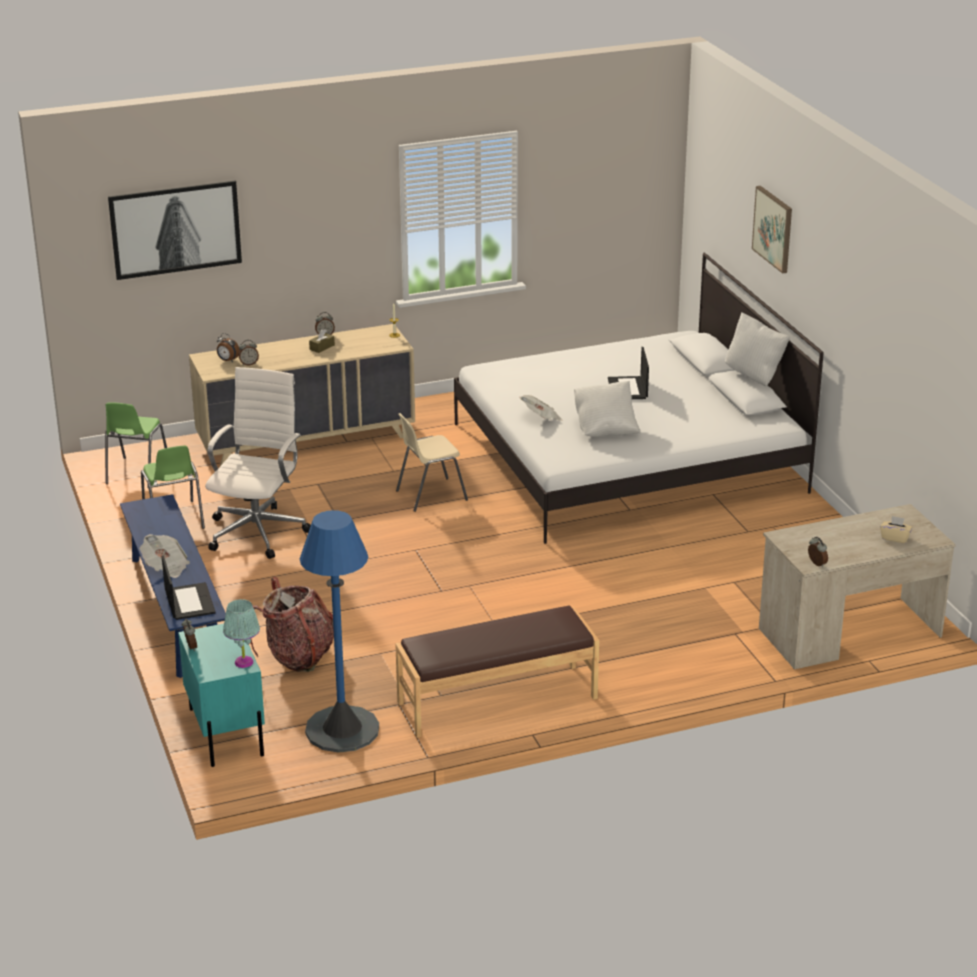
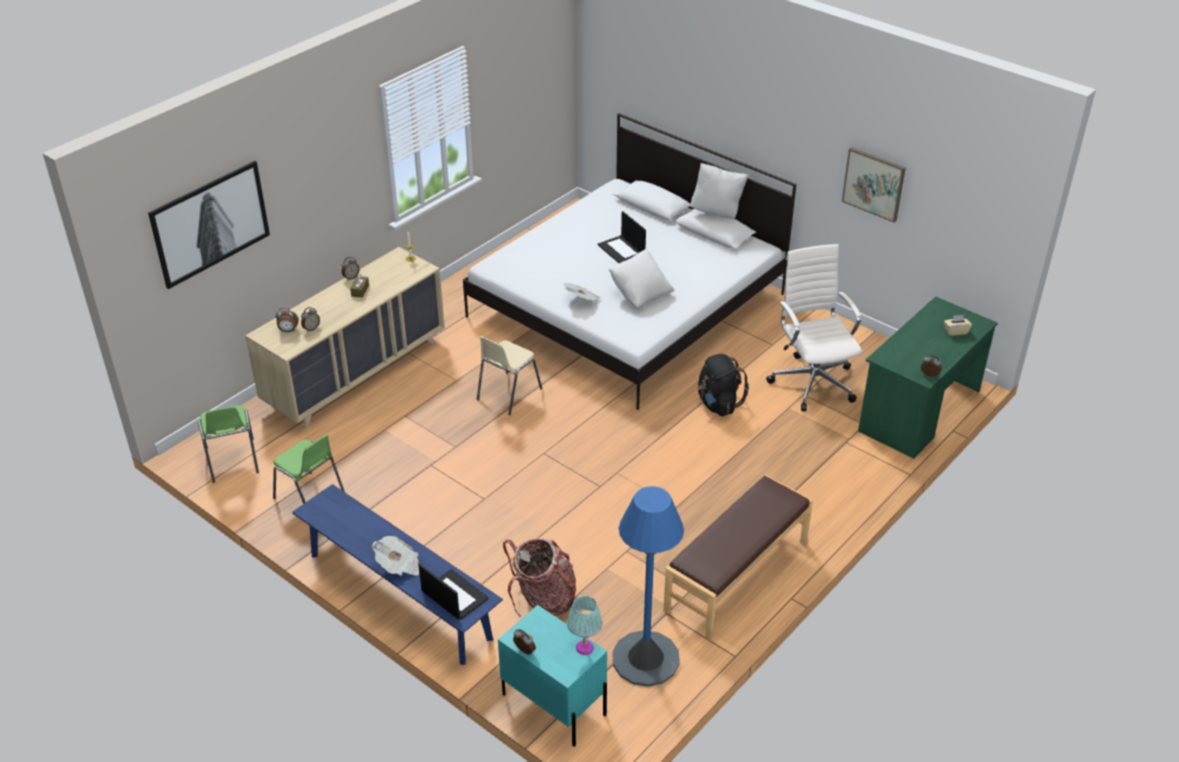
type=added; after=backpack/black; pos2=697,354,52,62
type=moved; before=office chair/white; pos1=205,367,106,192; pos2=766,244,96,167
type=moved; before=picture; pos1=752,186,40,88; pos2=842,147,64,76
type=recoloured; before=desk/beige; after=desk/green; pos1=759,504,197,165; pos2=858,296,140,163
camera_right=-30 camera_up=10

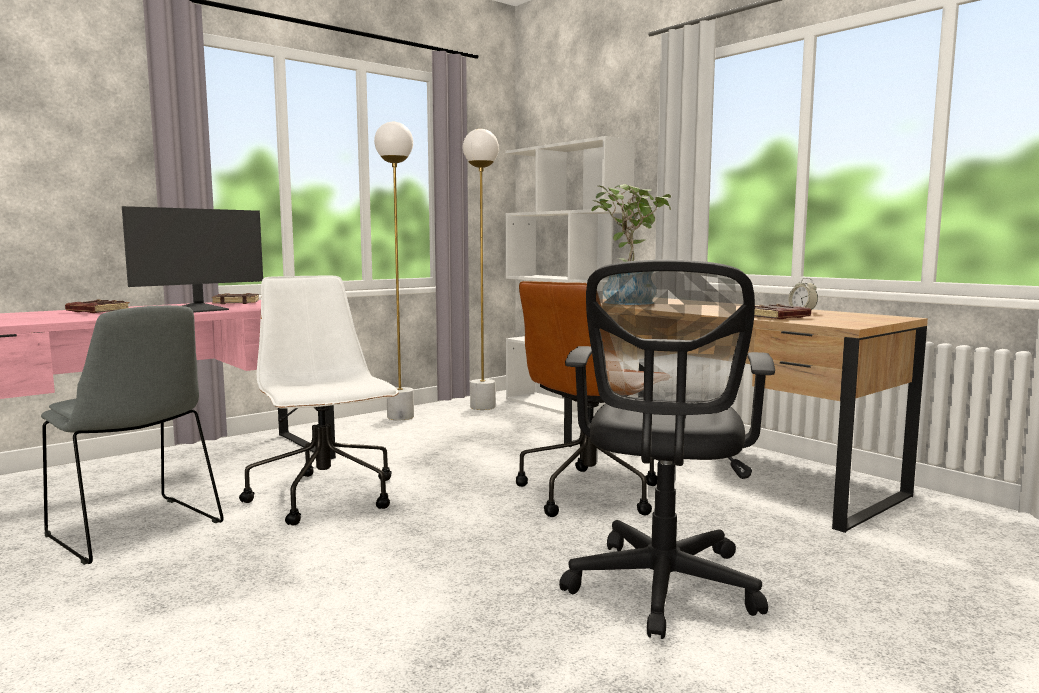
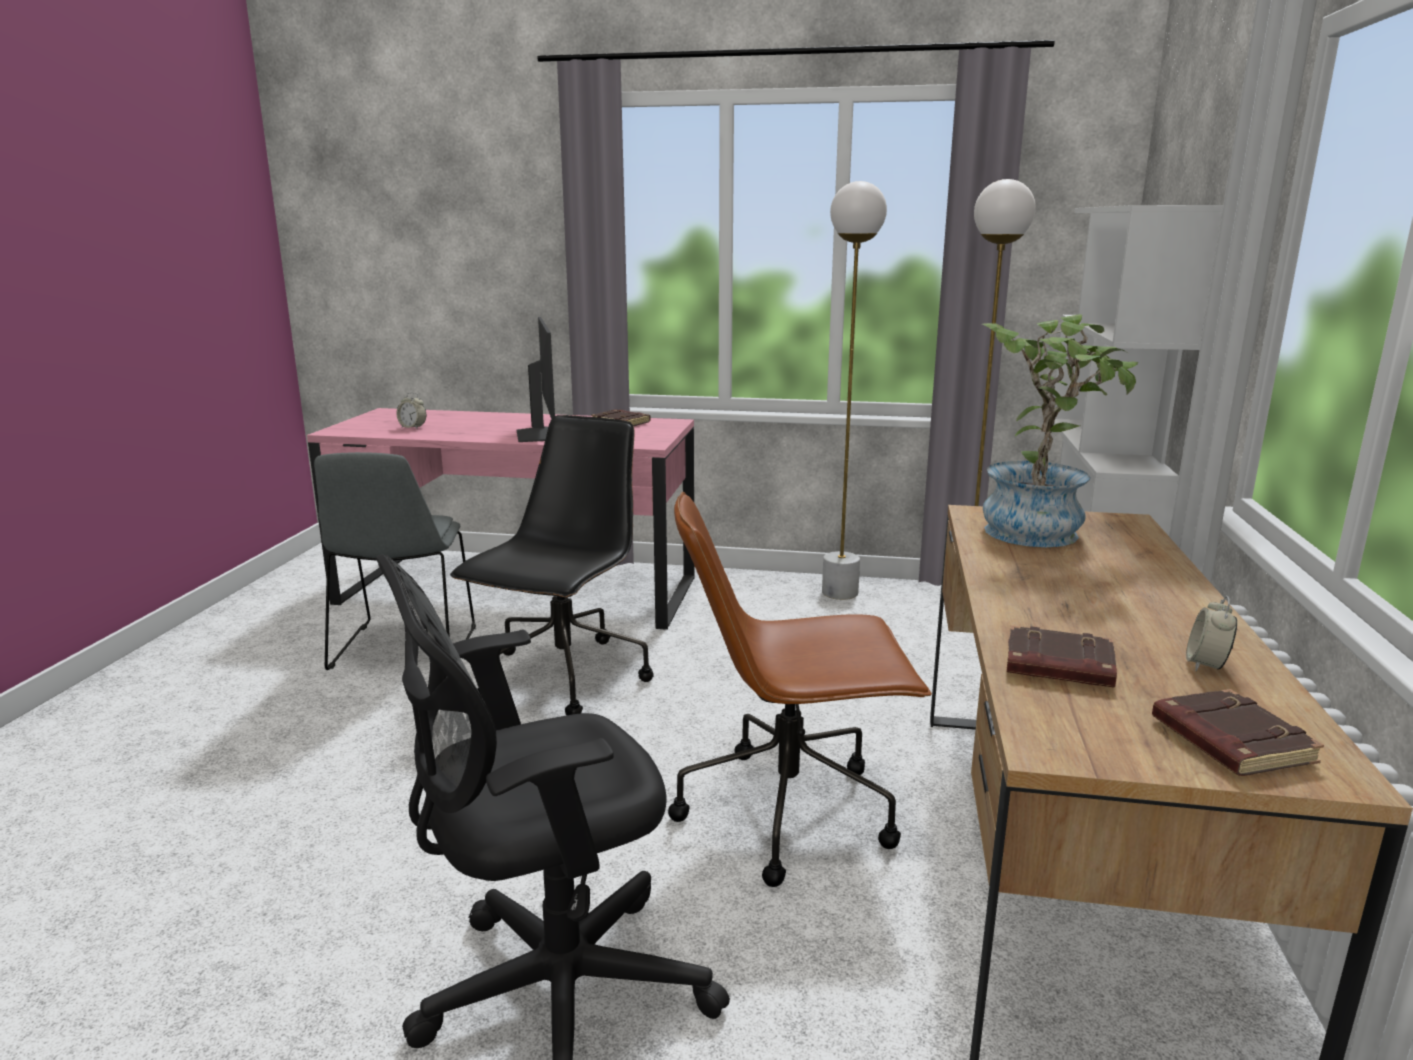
type=added; after=alarm clock; pos2=396,392,30,36
type=moved; before=book/brown; pos1=65,299,64,14; pos2=1152,689,172,87
type=recoloured; before=office chair/white; after=office chair/black; pos1=239,276,160,249; pos2=450,415,204,300
type=turned; before=monitor; pos1=122,206,141,107; pos2=517,317,38,125; turn=-105
camera_right=50 camera_up=10

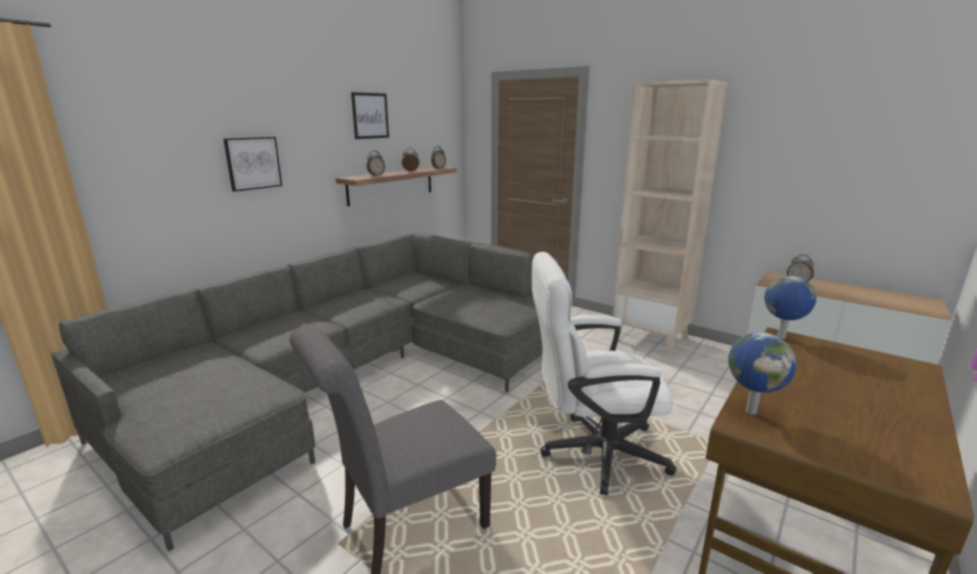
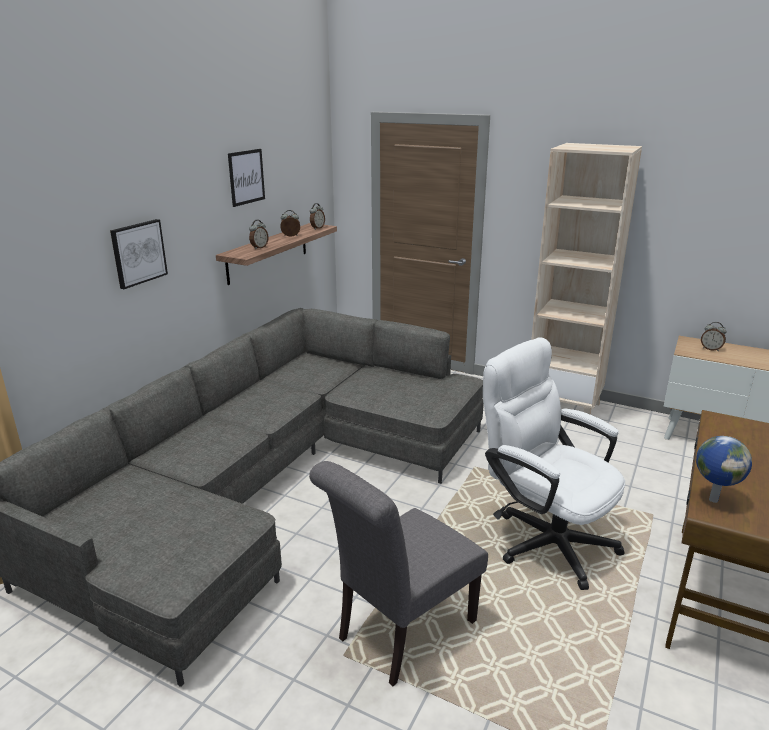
type=removed; before=globe; pos1=764,276,52,63
type=turned; before=office chair/white; pos1=532,252,145,243; pos2=483,337,142,253; turn=60
camera_right=-10 camera_up=5

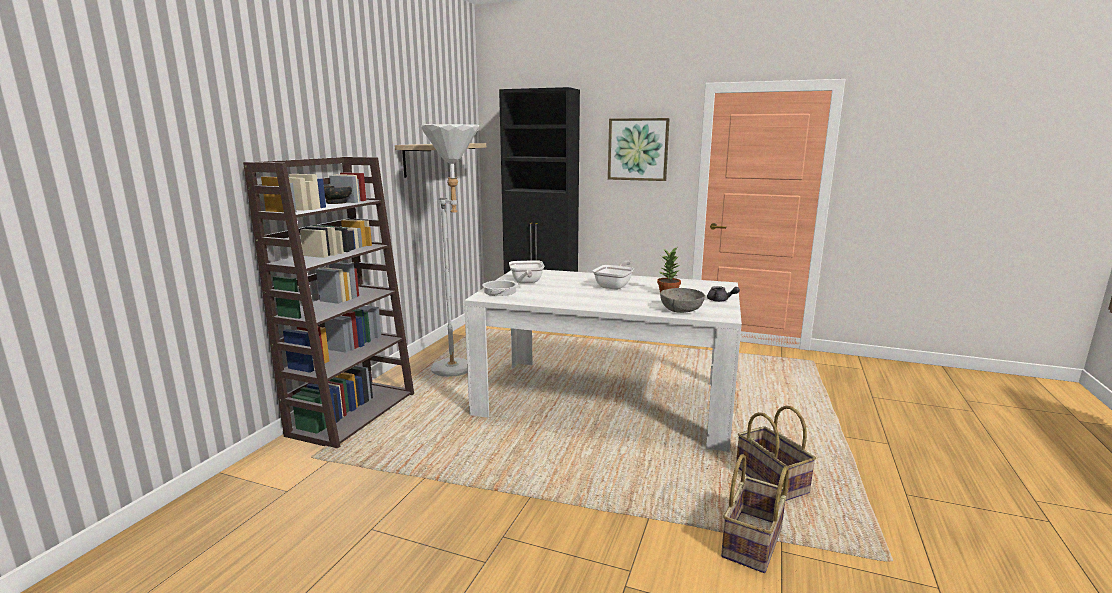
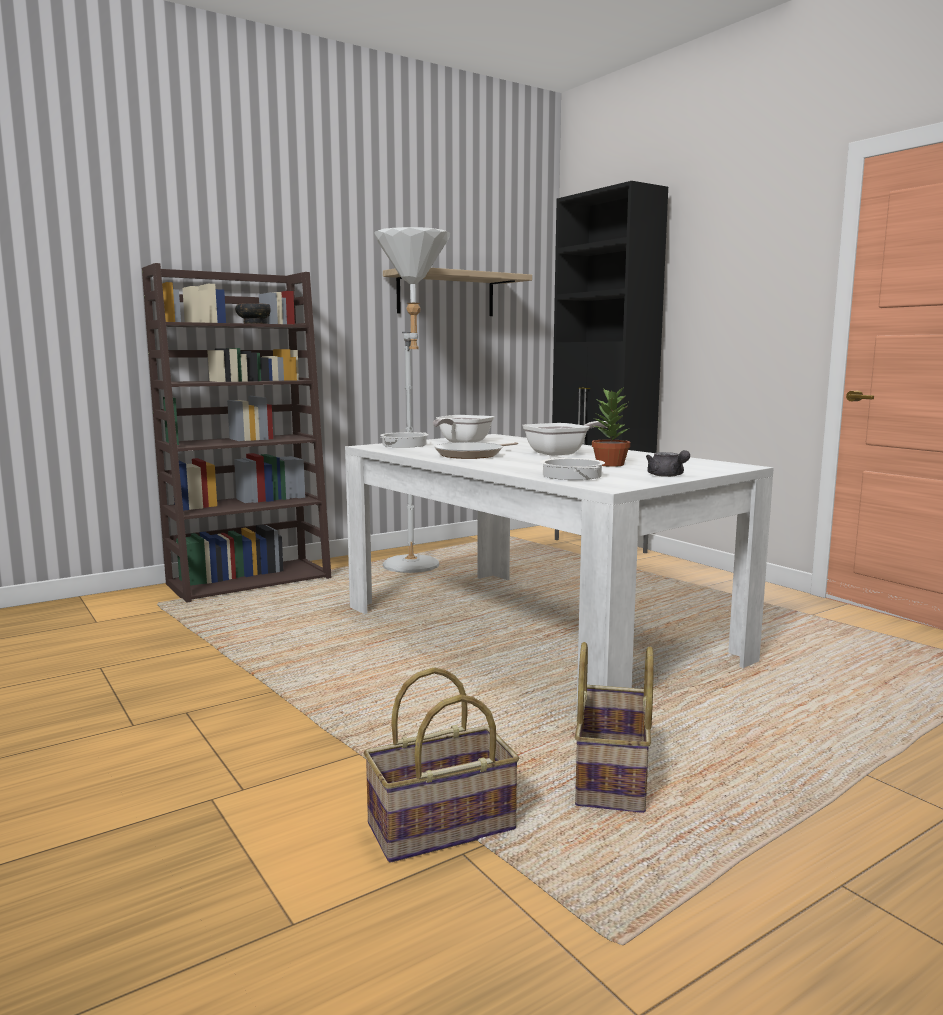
type=removed; before=picture; pos1=608,118,62,63
type=added; after=frying pan; pos2=434,442,84,17
type=replaced; before=bowl/grey; after=cooking pot; pos1=660,288,45,25; pos2=540,457,65,23
camera_right=35 camera_up=-5

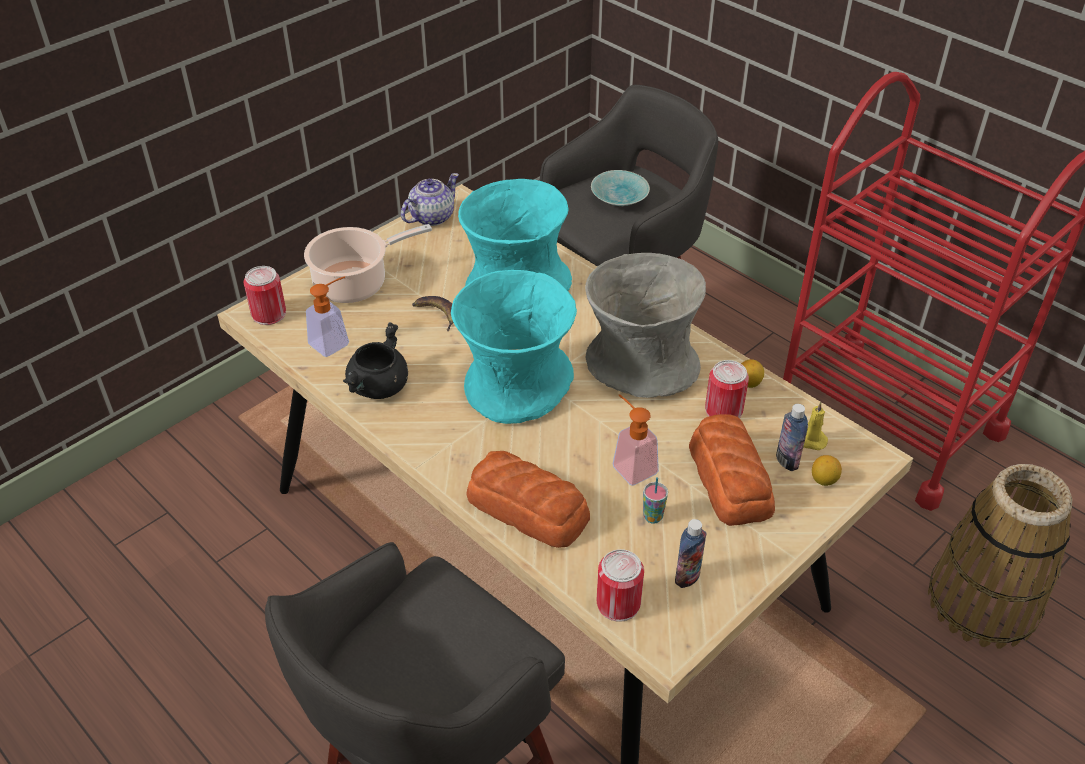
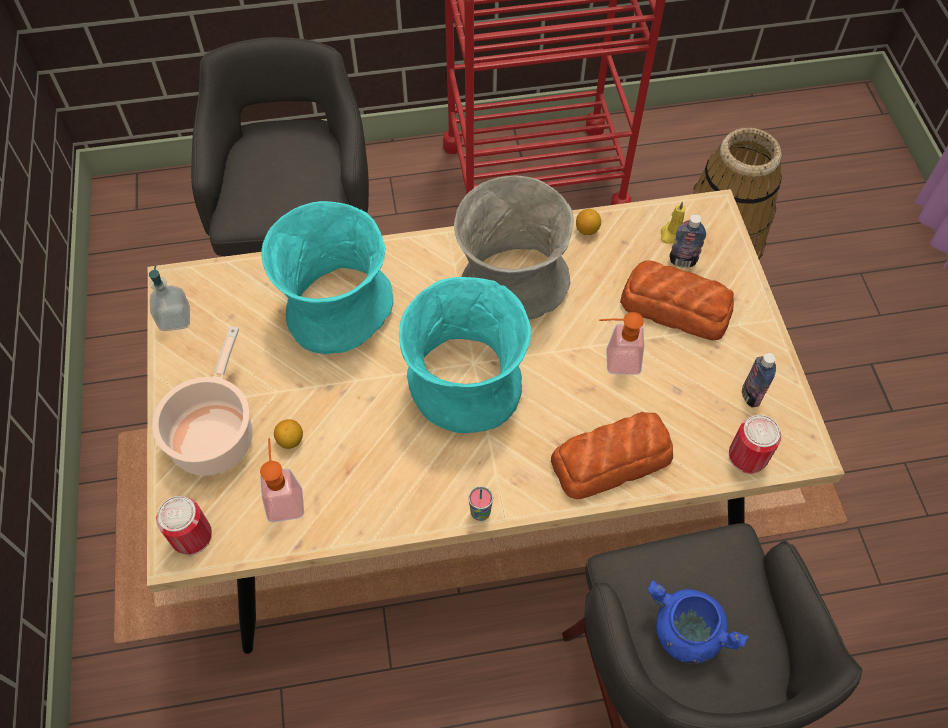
type=removed; before=cooking pot/black; pos1=343,322,65,77
type=removed; before=banana; pos1=412,296,42,35
type=removed; before=bowl/turquoise; pos1=591,170,59,37
type=removed; before=can; pos1=705,360,44,58
type=added; after=cooking pot/blue; pos2=647,580,102,84
type=moved; before=cup; pos1=643,477,25,47; pos2=468,486,25,35
type=moved; before=lemon; pos1=812,455,30,31; pos2=274,419,29,30
type=replaced; before=teapot; after=soap dispenser; pos1=401,173,58,53; pos2=149,266,41,65
camera_right=-55 camera_up=15

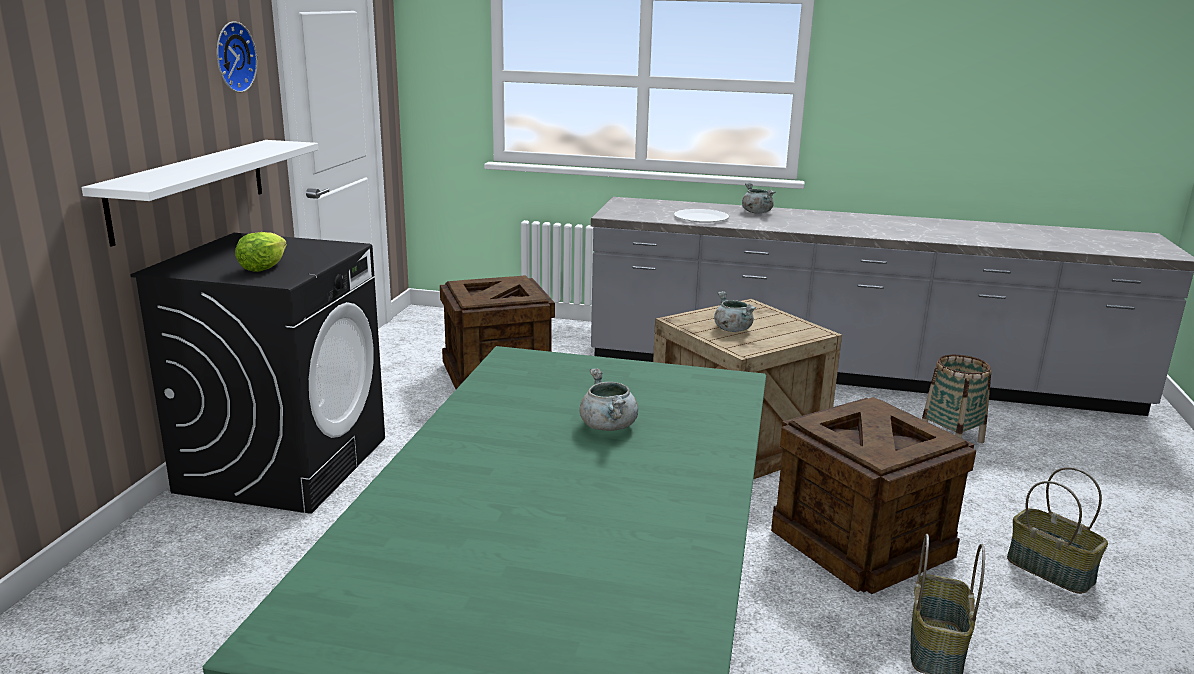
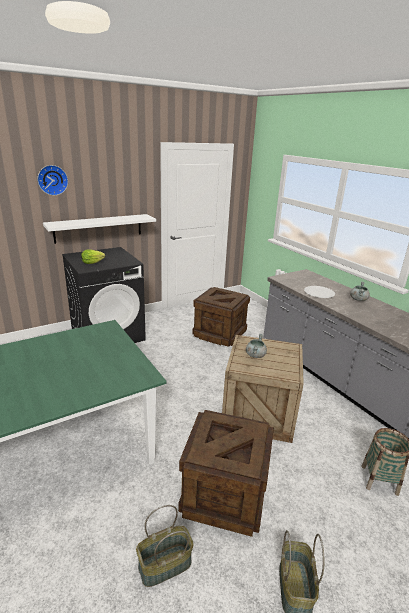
type=removed; before=cooking pot/grey; pos1=580,368,58,63
type=moved; before=wall clock; pos1=216,21,42,72; pos2=37,165,31,31
camera_right=45 camera_up=5

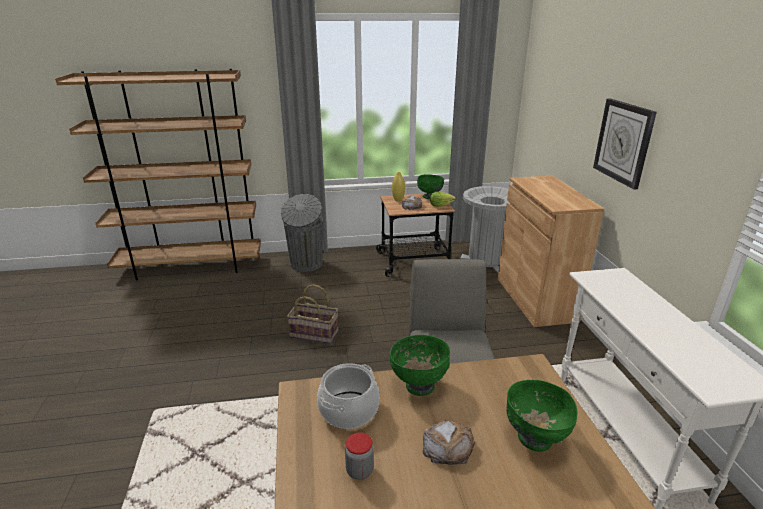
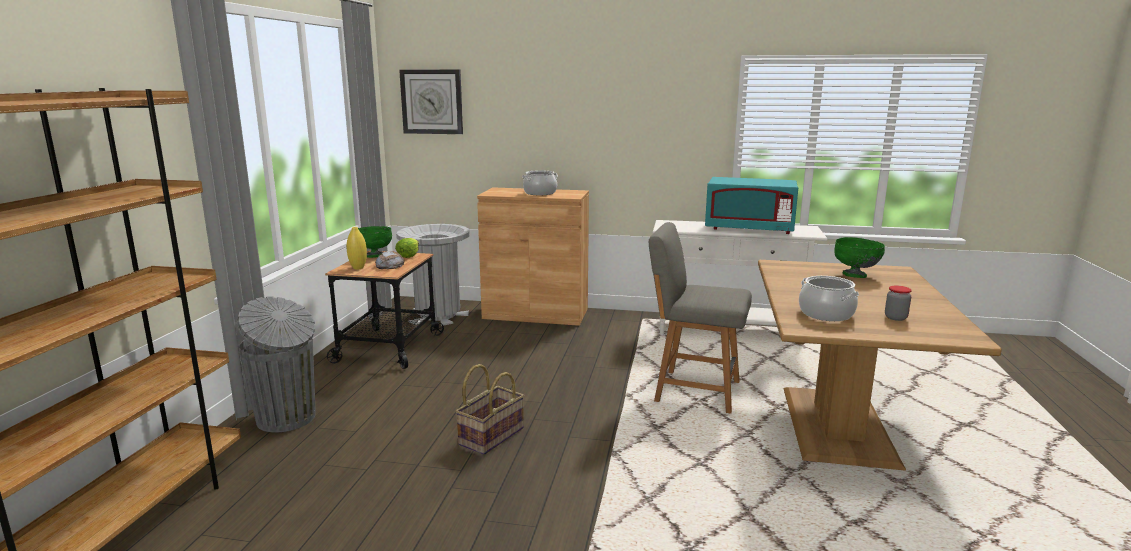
type=removed; before=bowl/green; pos1=390,335,60,61
type=removed; before=bread; pos1=423,419,52,46
type=added; after=cooking pot; pos2=522,170,36,25
type=added; after=microwave/turquoise; pos2=705,177,93,57
type=moved; before=wall clock; pos1=593,99,64,90; pos2=399,69,64,65
camera_right=-70 camera_up=-10

